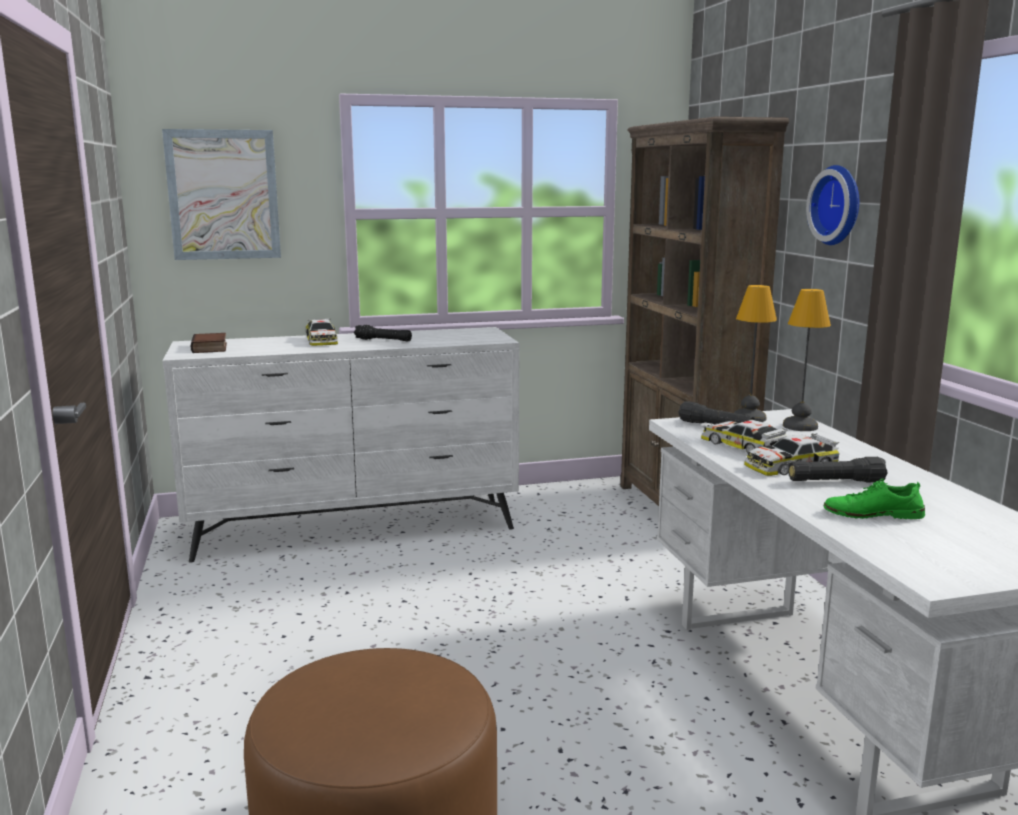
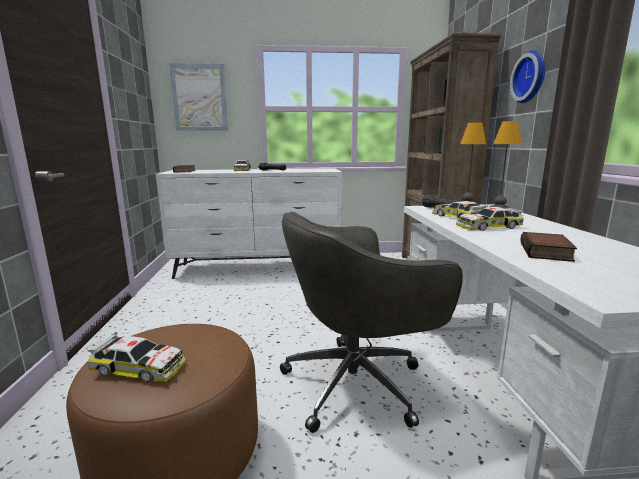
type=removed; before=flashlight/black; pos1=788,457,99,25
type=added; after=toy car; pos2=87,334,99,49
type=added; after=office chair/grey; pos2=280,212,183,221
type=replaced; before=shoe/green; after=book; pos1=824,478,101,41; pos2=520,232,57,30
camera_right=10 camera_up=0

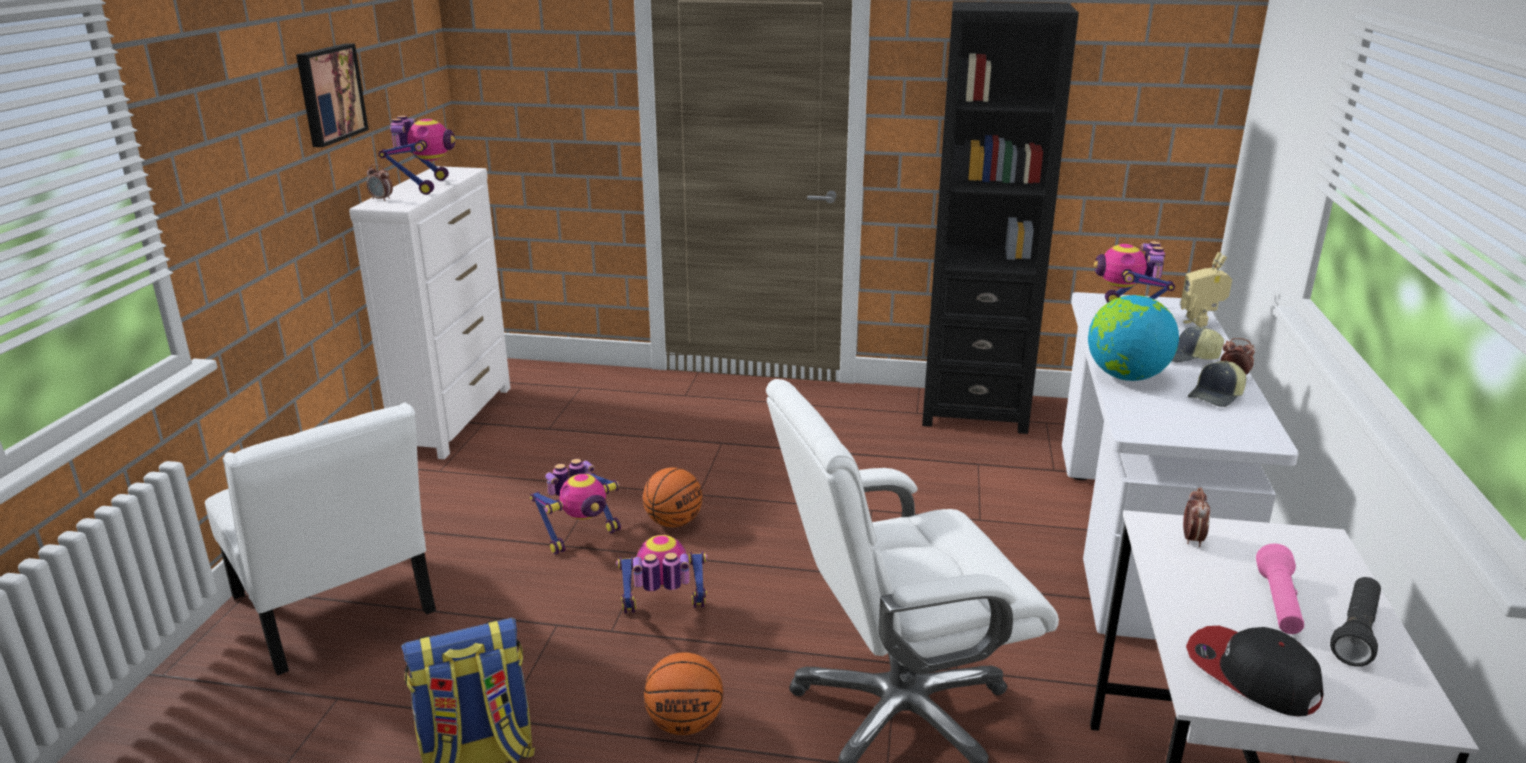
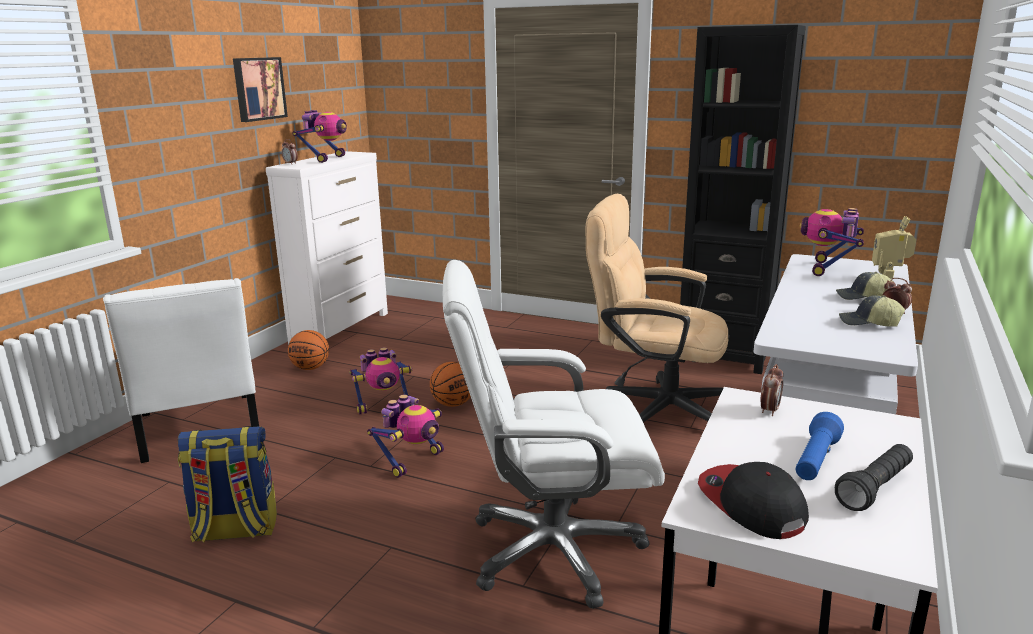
type=removed; before=globe; pos1=1088,295,91,86
type=added; after=office chair/beige; pos2=586,193,142,229
type=moved; before=basketball; pos1=644,652,79,83; pos2=288,330,41,40
type=recoloured; before=flashlight/pink; after=flashlight/blue; pos1=1256,544,48,90; pos2=796,412,48,68
type=turned; before=toy robot; pos1=616,535,91,78; pos2=367,395,77,83; turn=120
type=turned; before=cap; pos1=1188,361,58,46; pos2=839,295,66,32; turn=45
camera_right=15 camera_up=-5

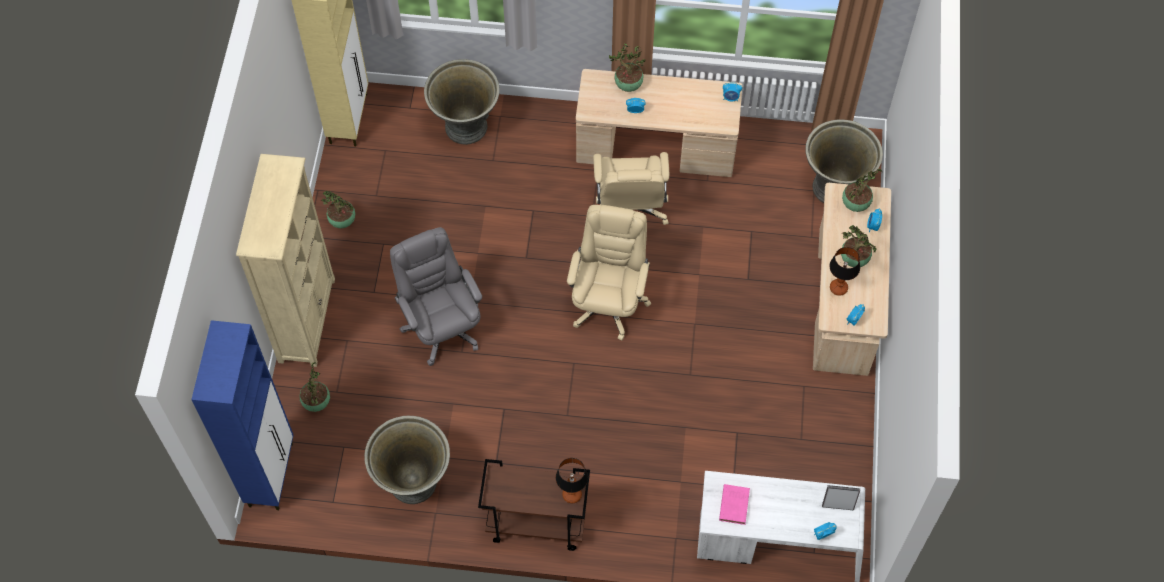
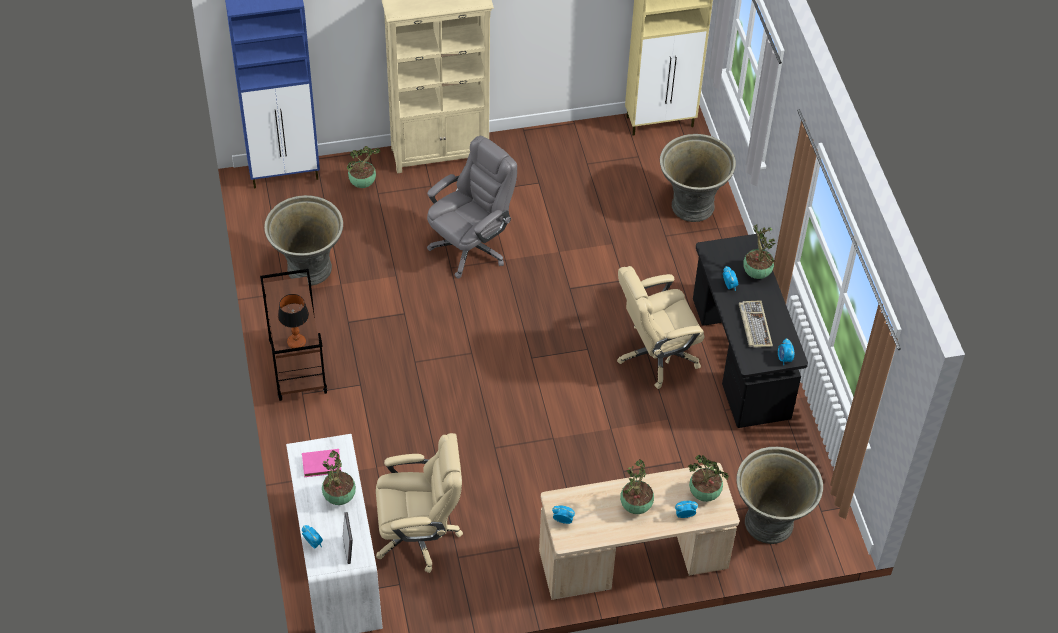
type=removed; before=table lamp; pos1=829,247,31,49
type=added; after=keyboard; pos2=739,300,34,48
type=moved; before=potted plant; pos1=321,191,34,37; pos2=322,451,34,54
type=moved; before=office chair/beige; pos1=567,205,84,135; pos2=376,433,87,140
type=recoloured; before=desk/beige; after=desk/black; pos1=576,69,166,108; pos2=693,234,115,194
camera_right=70 camera_up=-10

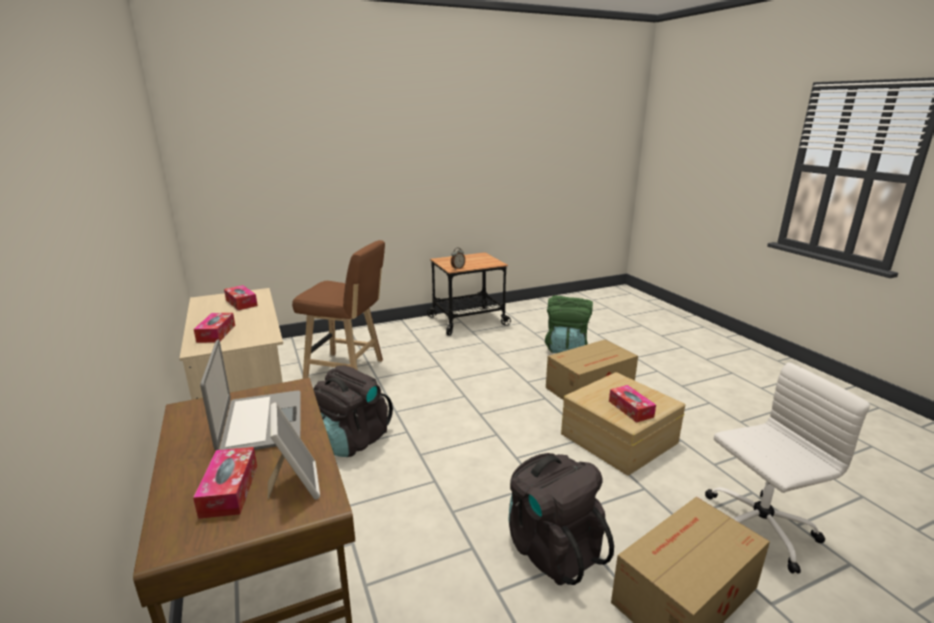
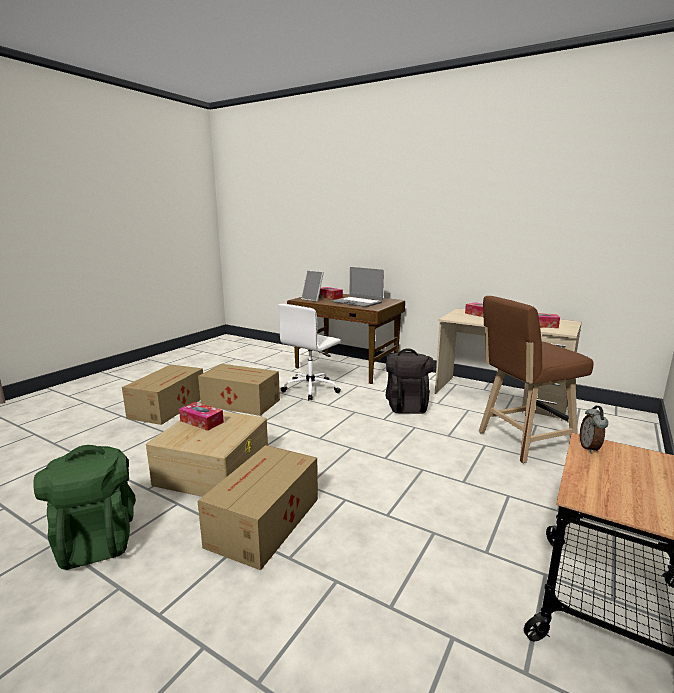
type=moved; before=backpack/green; pos1=545,295,48,58; pos2=33,445,103,125
type=moved; before=office chair/white; pos1=705,362,165,212; pos2=278,304,63,96
type=replaced; before=backpack/black; after=cardboard box; pos1=508,453,106,132; pos2=198,364,82,52
camera_right=145 camera_up=-5

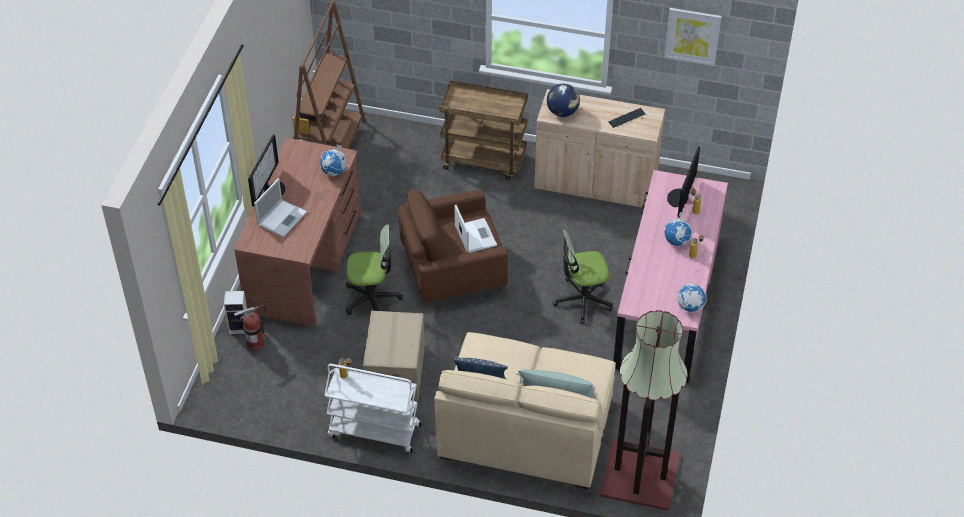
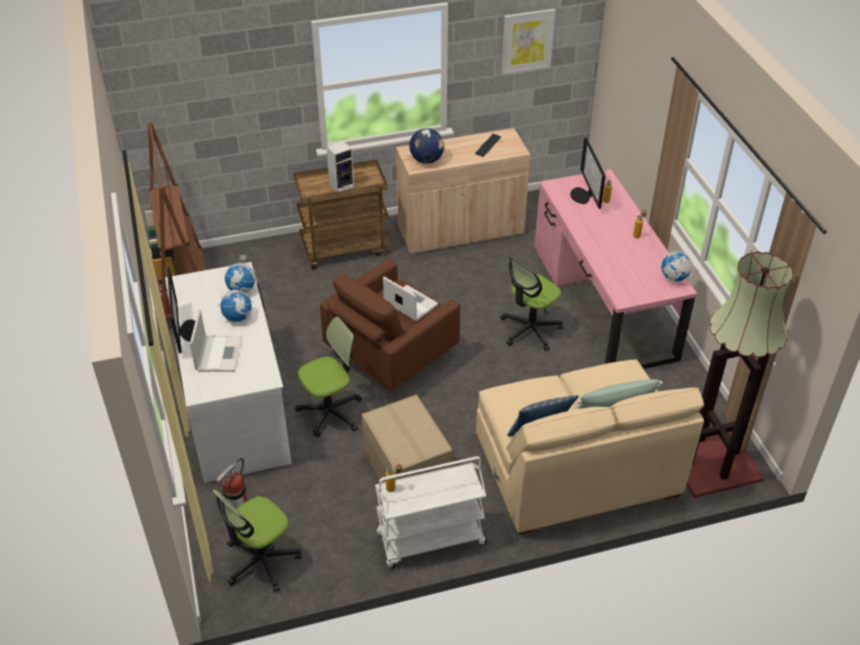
type=added; after=office chair; pos2=212,490,90,102
type=moved; before=speaker; pos1=224,291,23,43; pos2=326,140,28,51
type=moved; before=globe; pos1=664,211,29,35; pos2=218,281,35,41
type=recoloured; before=desk/brown; after=desk/white; pos1=234,138,127,189; pos2=165,262,127,221
camera_right=-30 camera_up=-5

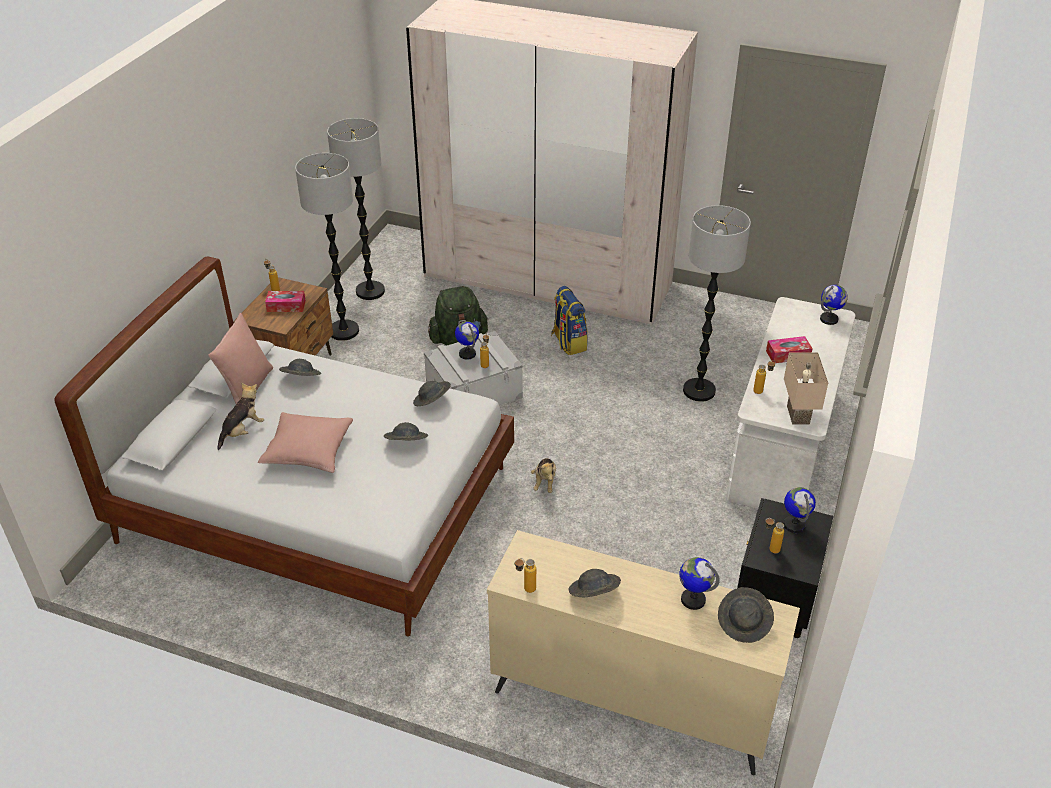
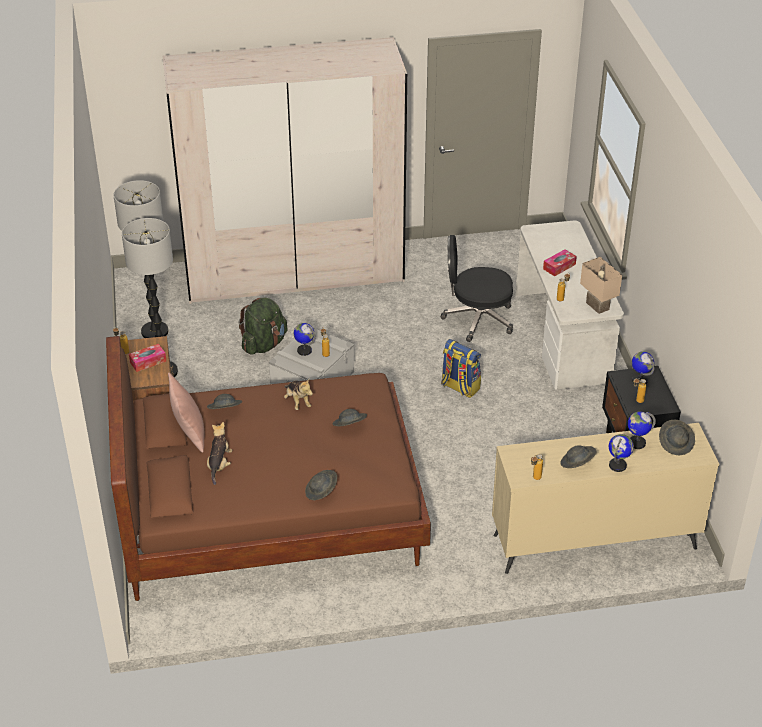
type=removed; before=pillow/pink; pos1=258,412,95,61
type=moved; before=hat/grey; pos1=413,381,38,25; pos2=305,470,32,30
type=moved; before=plush toy; pos1=531,458,25,35; pos2=284,380,29,30
type=moved; before=backpack; pos1=551,286,37,69; pos2=441,339,40,59
type=moved; before=globe; pos1=820,285,28,40; pos2=609,434,25,38
type=replaced; before=floor lamp; after=office chair/black; pos1=683,205,68,197; pos2=440,235,73,107
type=recoloured; before=bed/white; after=bed/brown; pos1=55,256,459,381; pos2=106,336,325,265
camera_right=-30 camera_up=0

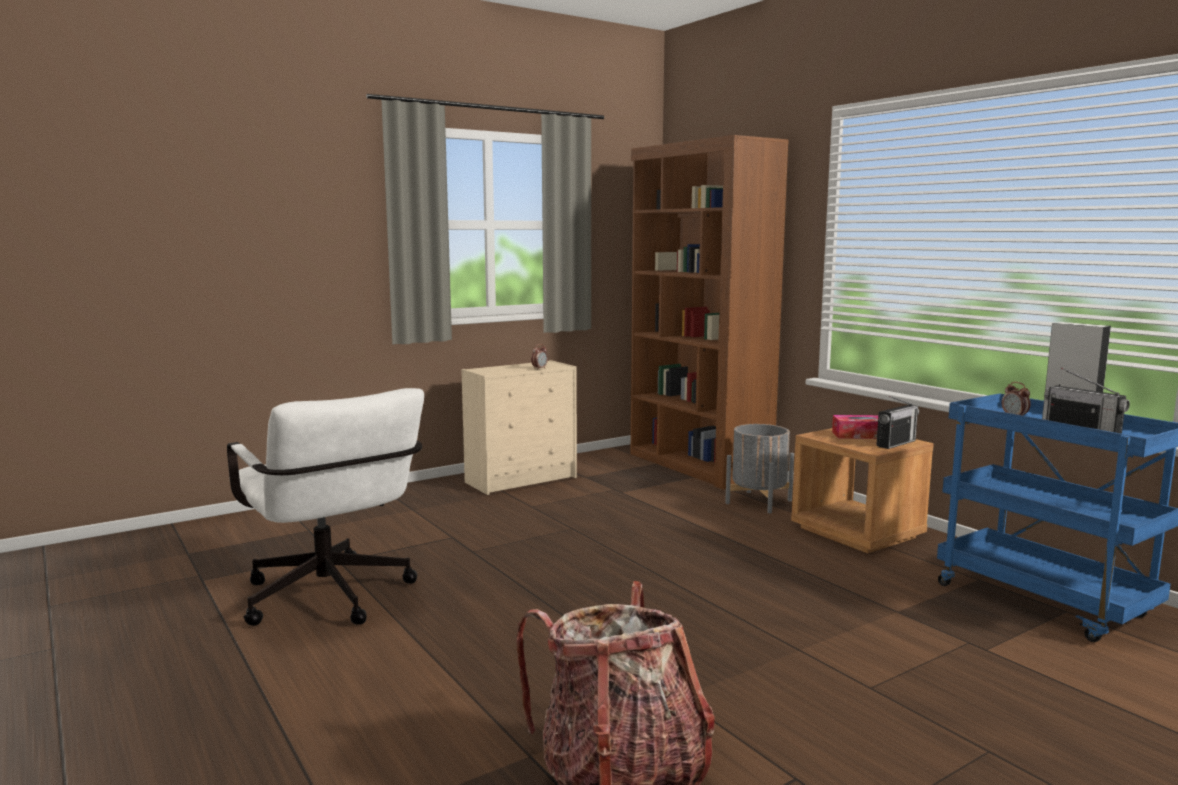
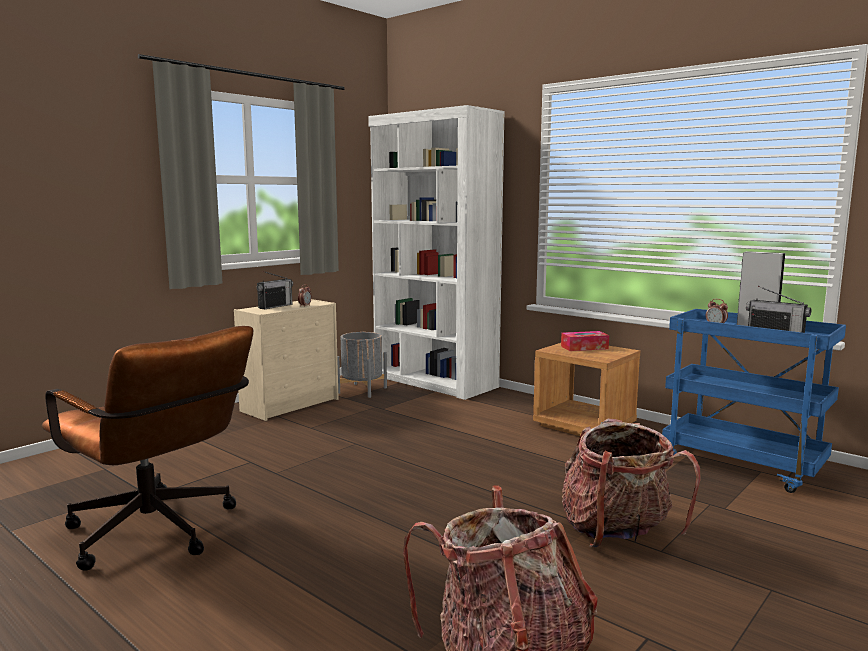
type=added; after=backpack; pos2=562,419,139,128
type=moved; before=planter/grey; pos1=725,424,69,89; pos2=337,332,50,66
type=moved; before=radio; pos1=876,396,43,53; pos2=256,271,37,38
type=recoloured; before=office chair/white; after=office chair/brown; pos1=227,388,197,238; pos2=42,326,211,245
type=recoloured; before=bookcase/brown; after=bookcase/white; pos1=631,135,157,355; pos2=368,105,137,295
camera_right=-15 camera_up=0

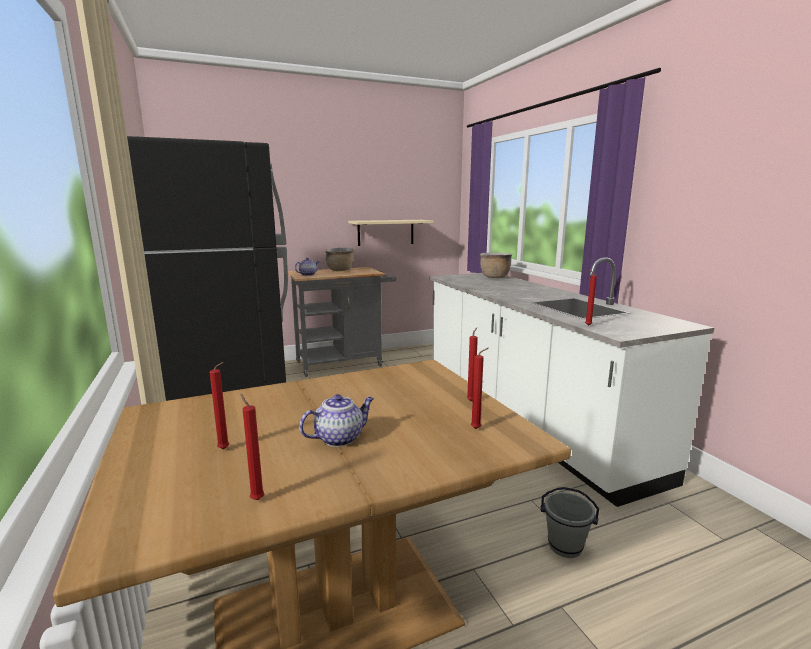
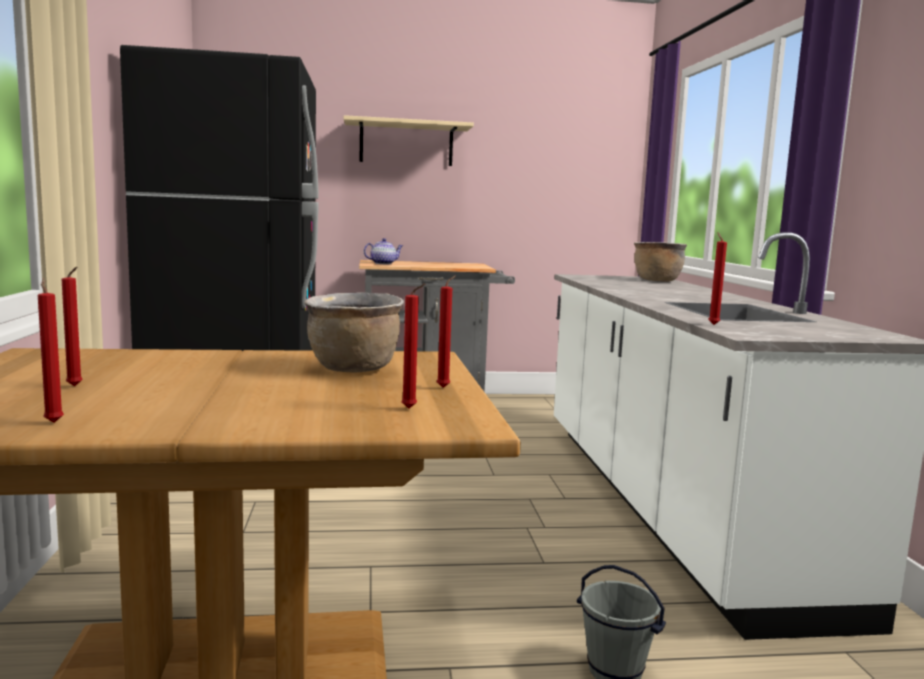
type=removed; before=teapot; pos1=299,394,75,53
type=moved; before=cooking pot/brown; pos1=325,248,29,23; pos2=304,292,100,80
type=moved; before=shelf/beige; pos1=348,220,86,26; pos2=343,115,131,51
camera_right=15 camera_up=-5

